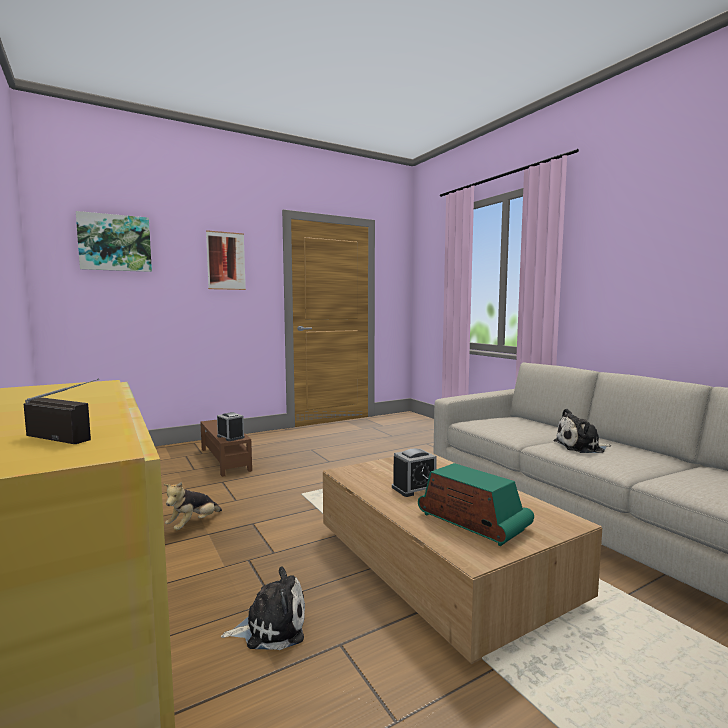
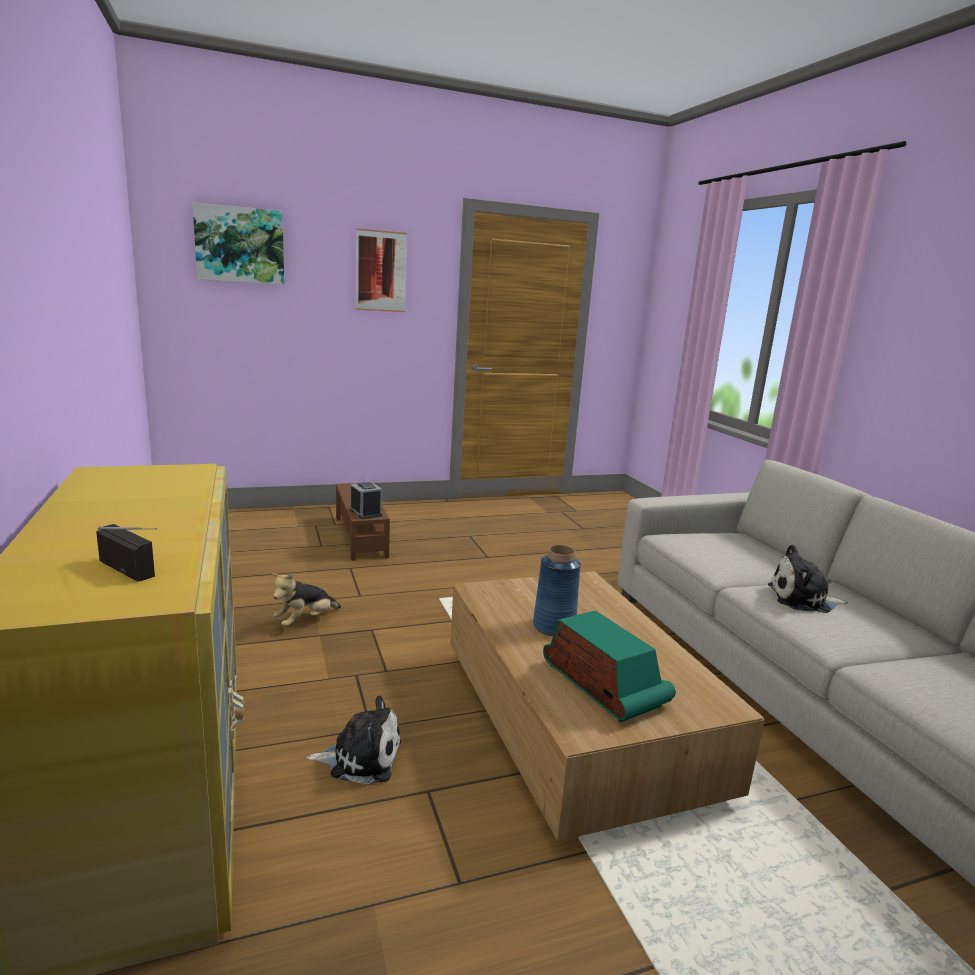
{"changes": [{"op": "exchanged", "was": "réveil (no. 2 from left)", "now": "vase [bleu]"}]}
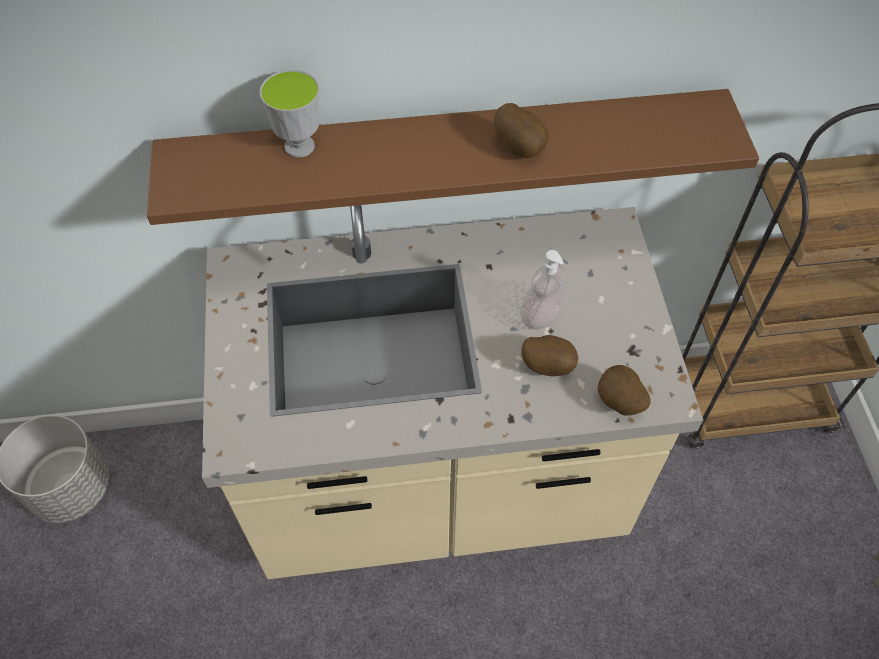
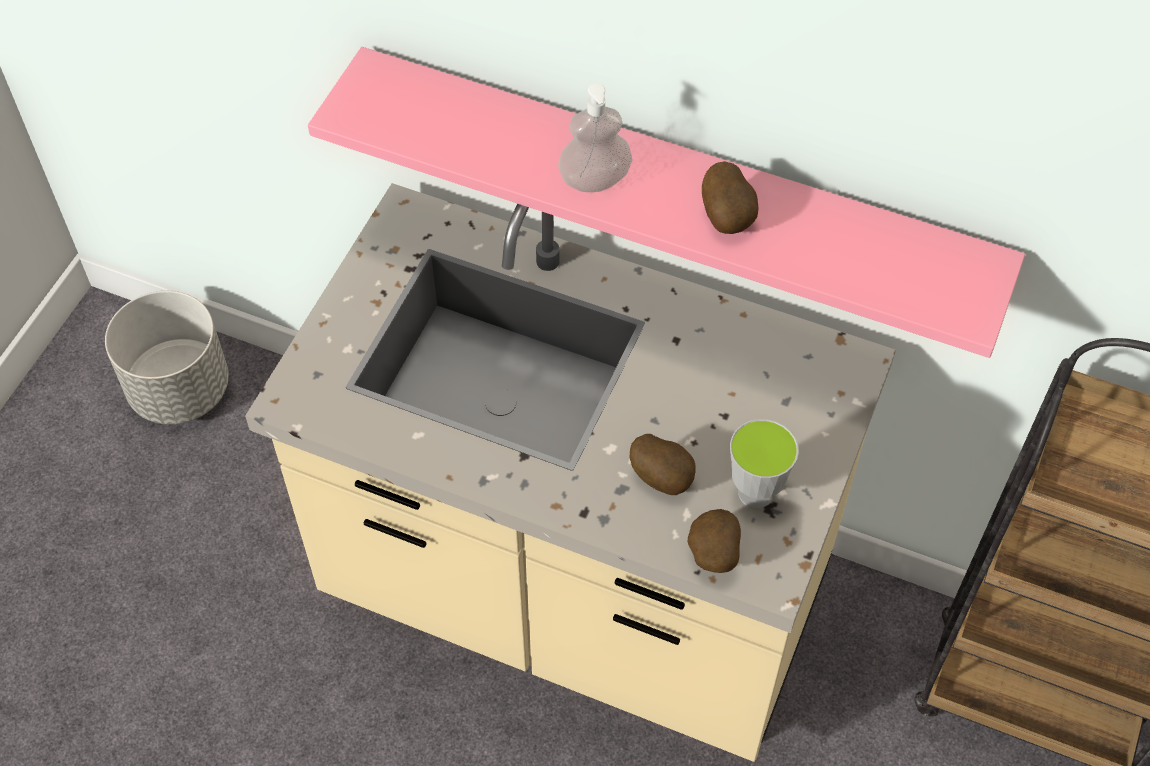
{"changes": [{"op": "colour", "was": "étagère [marron]", "now": "étagère [rose]"}, {"op": "relocated", "was": "tasse"}, {"op": "relocated", "was": "distributeur de savon"}]}
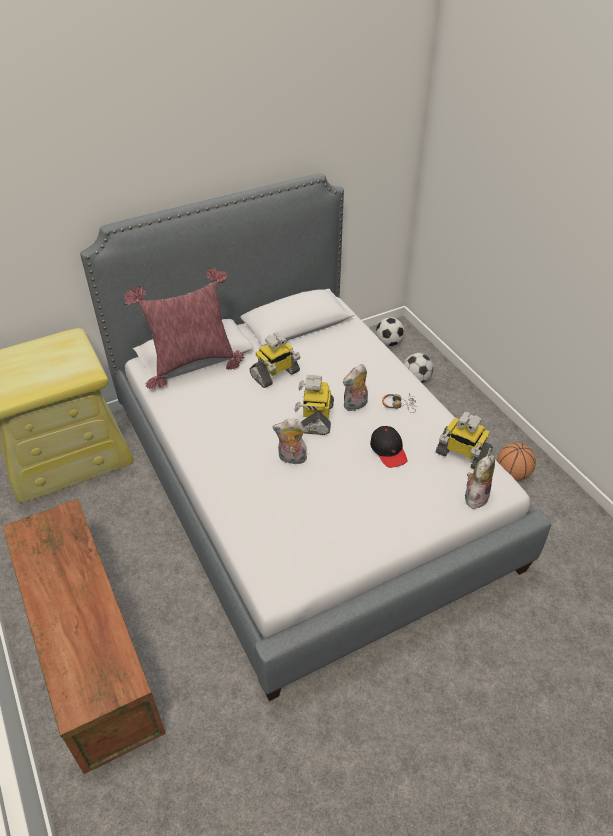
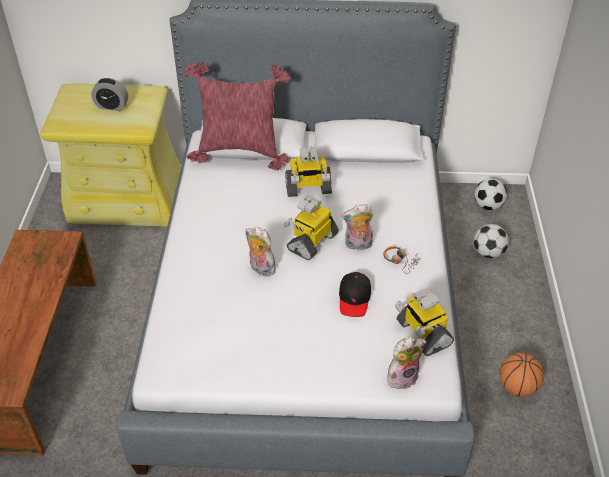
{"changes": [{"op": "appeared", "now": "réveil"}]}
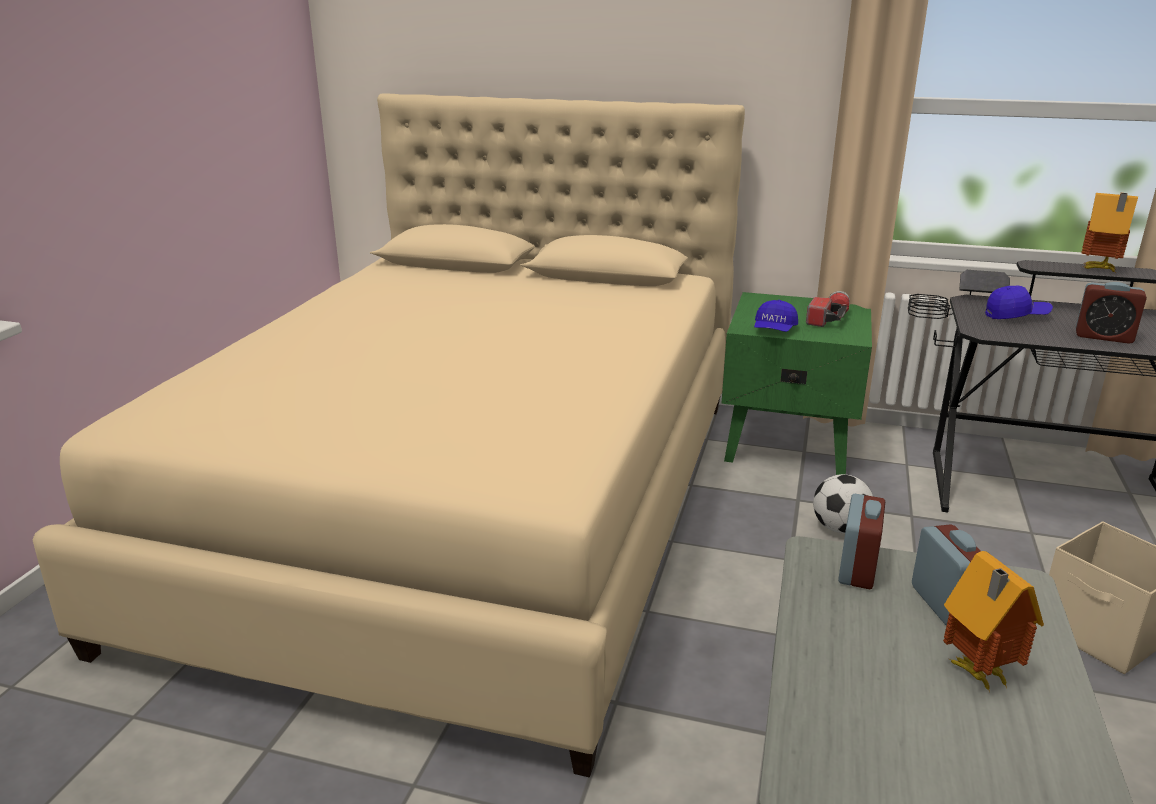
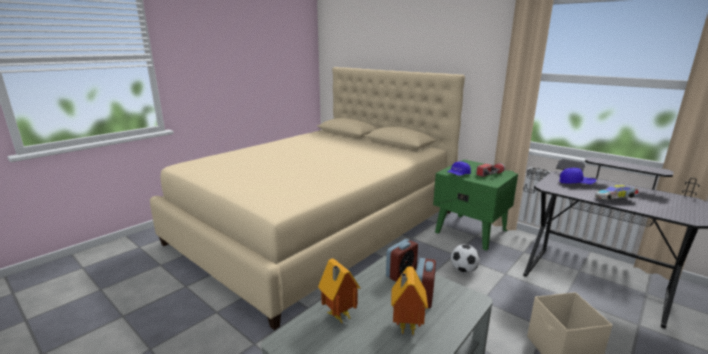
{"changes": [{"op": "exchanged", "was": "réveil (no. 3 from left)", "now": "petite voiture"}, {"op": "relocated", "was": "maison miniature (no. 2 from left in the first image)", "now": "maison miniature (no. 1 from left)"}]}
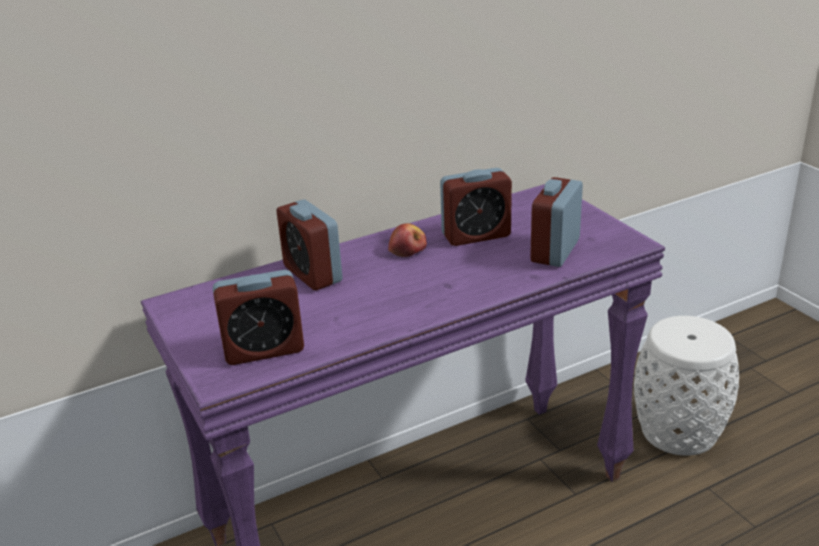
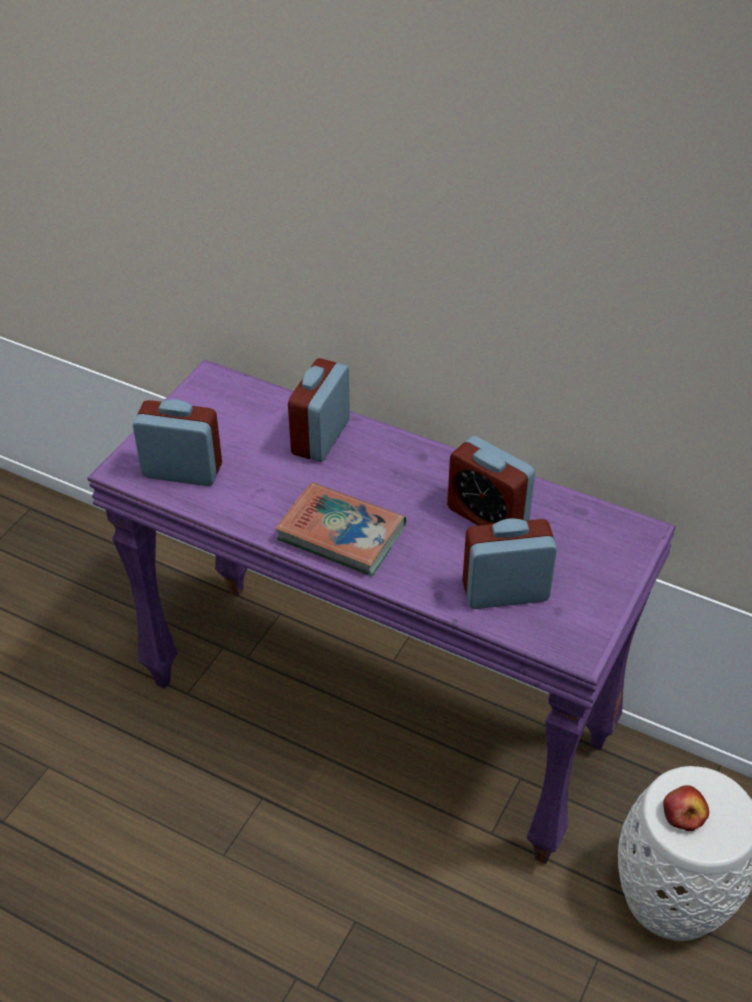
{"changes": [{"op": "spun", "was": "réveil (no. 1 from left)", "clockwise": 150}, {"op": "relocated", "was": "pomme"}, {"op": "appeared", "now": "livre"}]}
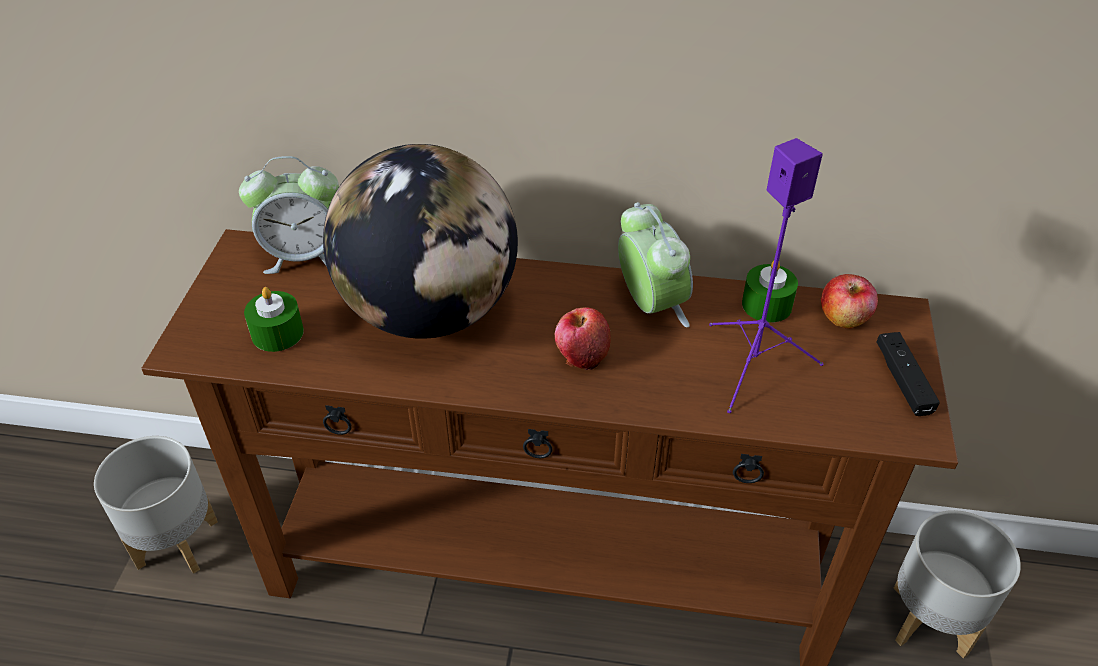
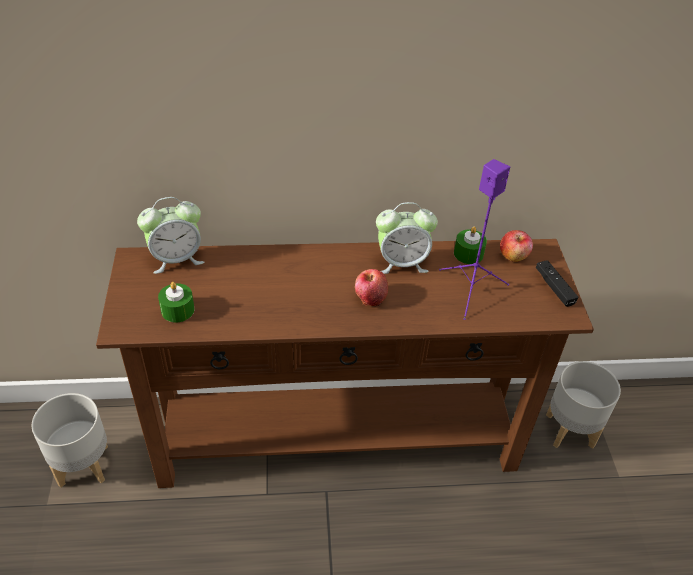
{"changes": [{"op": "missing", "was": "globe"}, {"op": "spun", "was": "réveil (no. 2 from left)", "clockwise": 120}]}
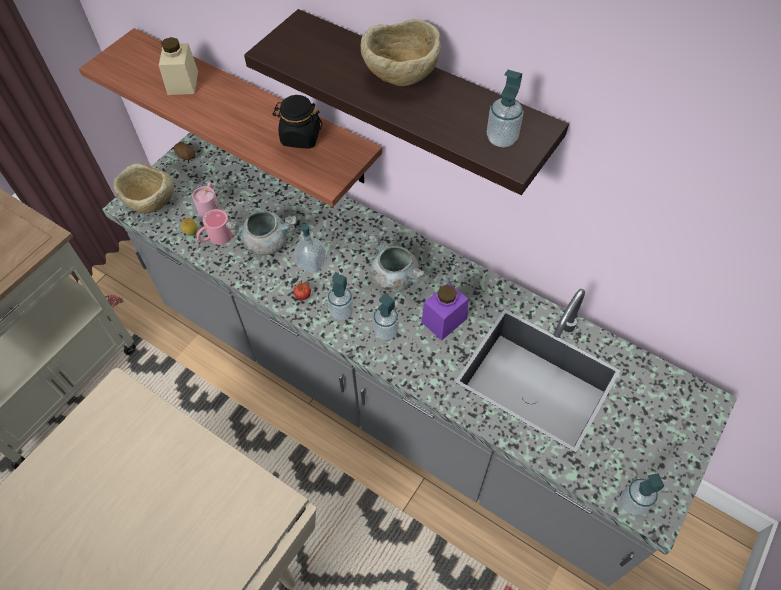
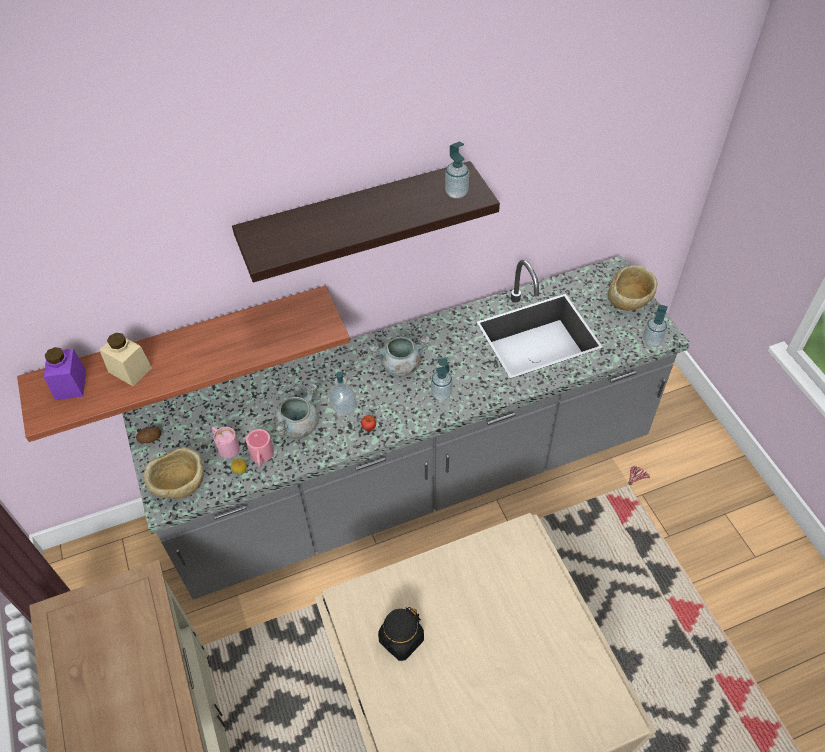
{"changes": [{"op": "relocated", "was": "bocal [noir]"}, {"op": "missing", "was": "distributeur de savon (no. 2 from left)"}, {"op": "relocated", "was": "bol [beige] (no. 2 from left)"}, {"op": "relocated", "was": "bocal [violet]"}]}
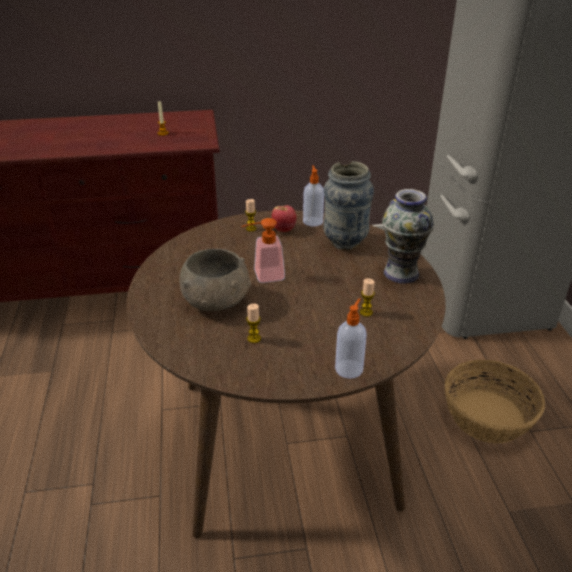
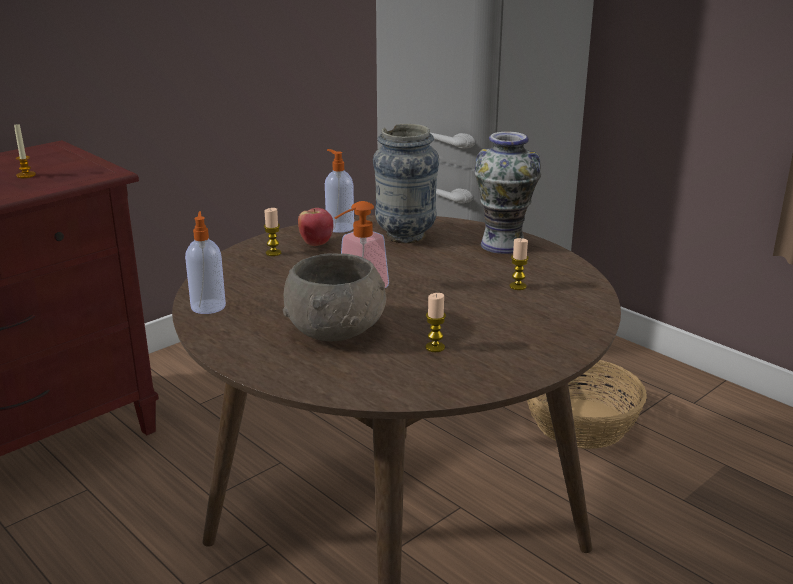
{"changes": [{"op": "relocated", "was": "distributeur de savon (no. 3 from left in the first image)", "now": "distributeur de savon (no. 1 from left)"}]}
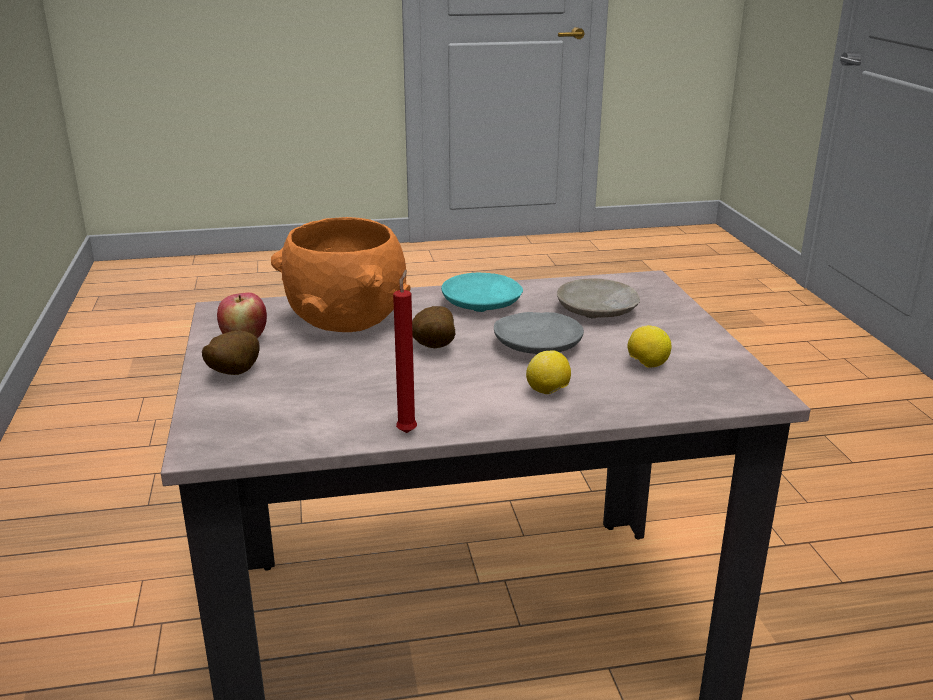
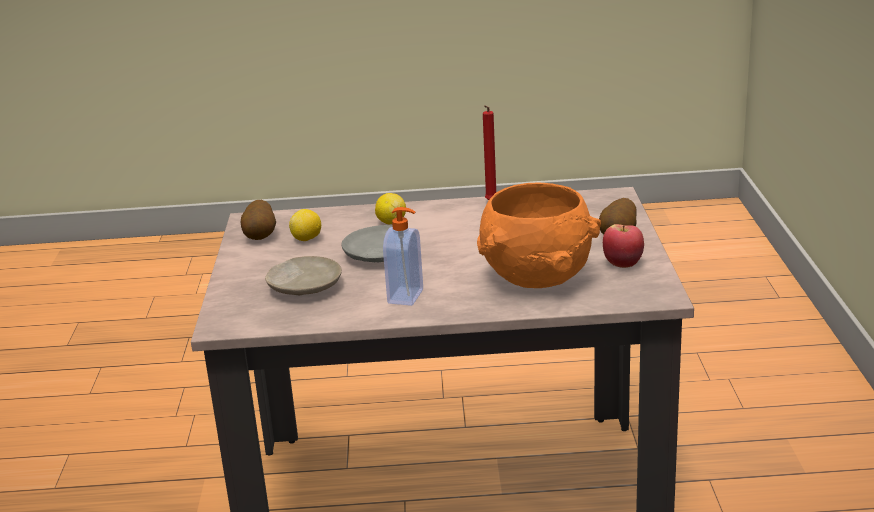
{"changes": [{"op": "relocated", "was": "pomme de terre (no. 2 from left in the first image)", "now": "pomme de terre (no. 1 from left)"}, {"op": "exchanged", "was": "assiette [turquoise]", "now": "distributeur de savon"}]}
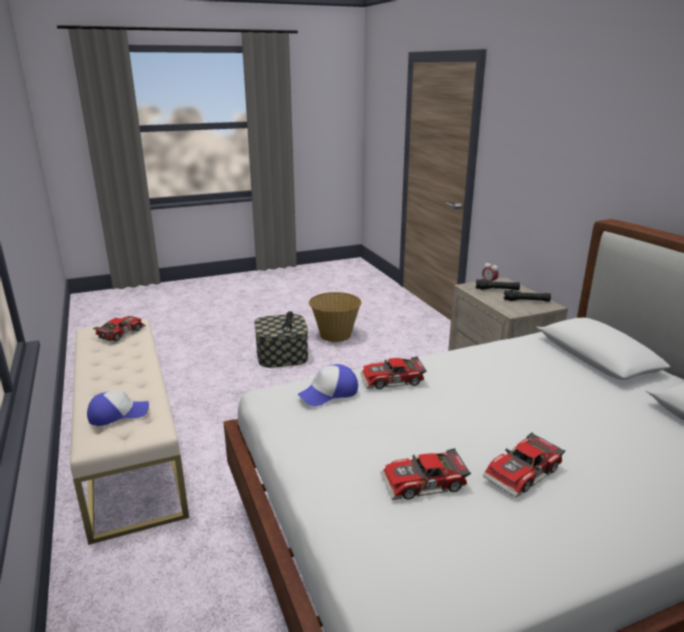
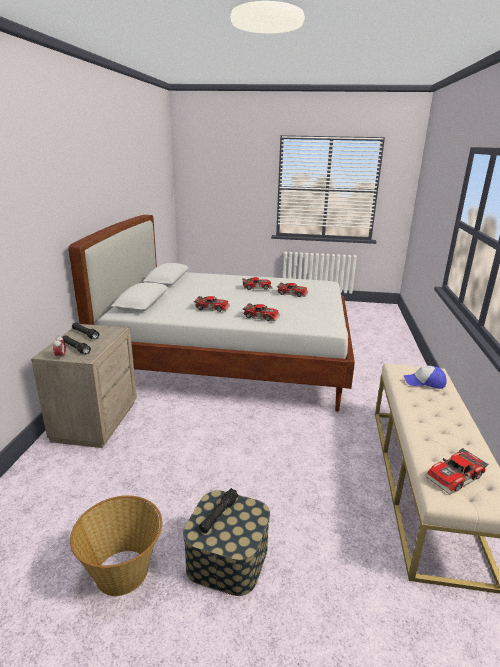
{"changes": [{"op": "missing", "was": "casquette (no. 2 from left)"}, {"op": "appeared", "now": "petite voiture (no. 1 from left)"}]}
